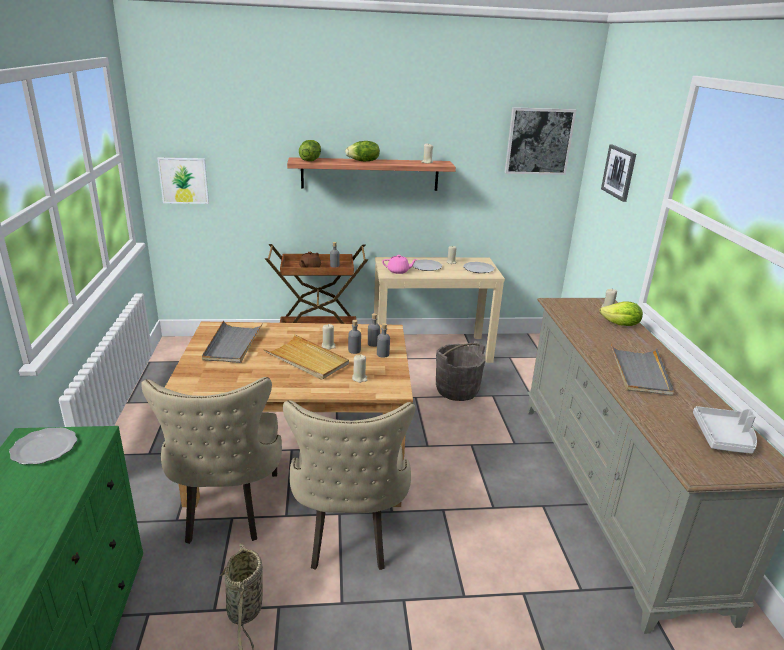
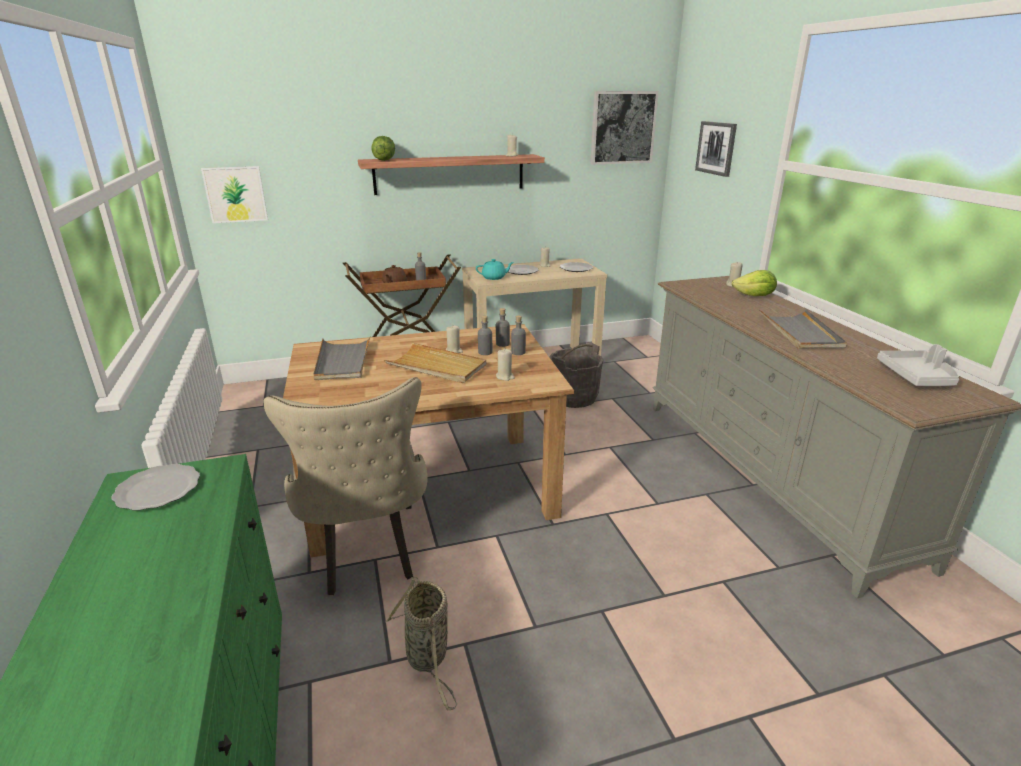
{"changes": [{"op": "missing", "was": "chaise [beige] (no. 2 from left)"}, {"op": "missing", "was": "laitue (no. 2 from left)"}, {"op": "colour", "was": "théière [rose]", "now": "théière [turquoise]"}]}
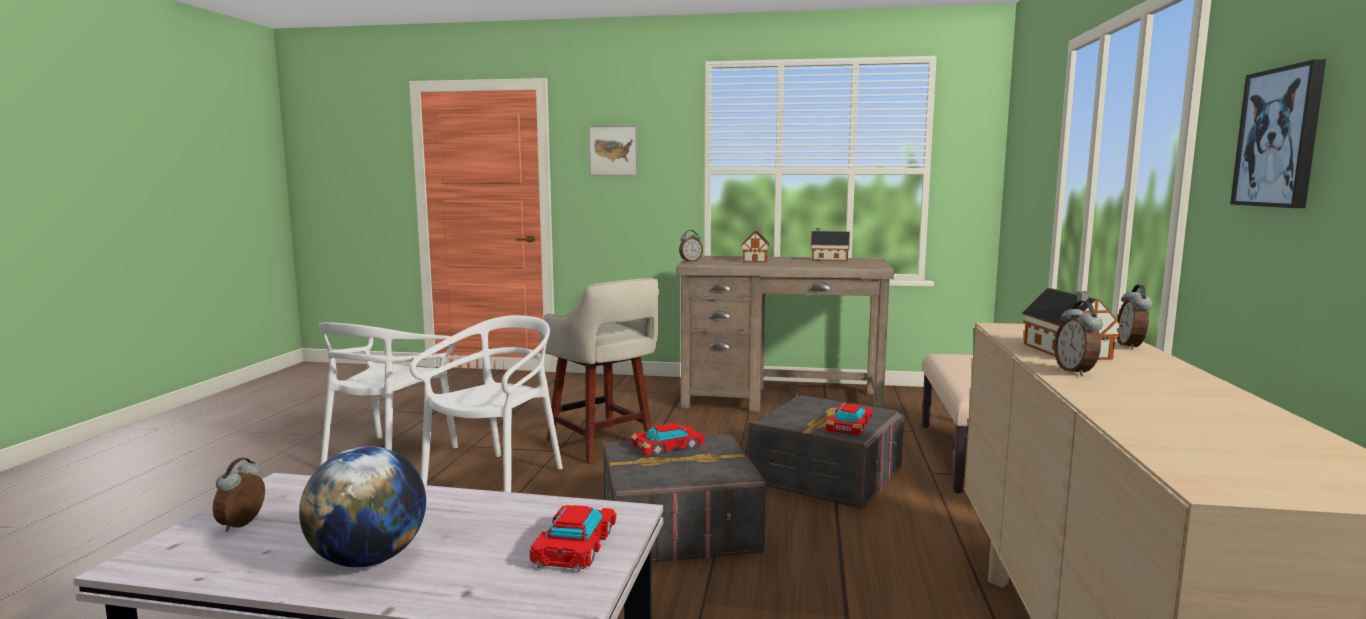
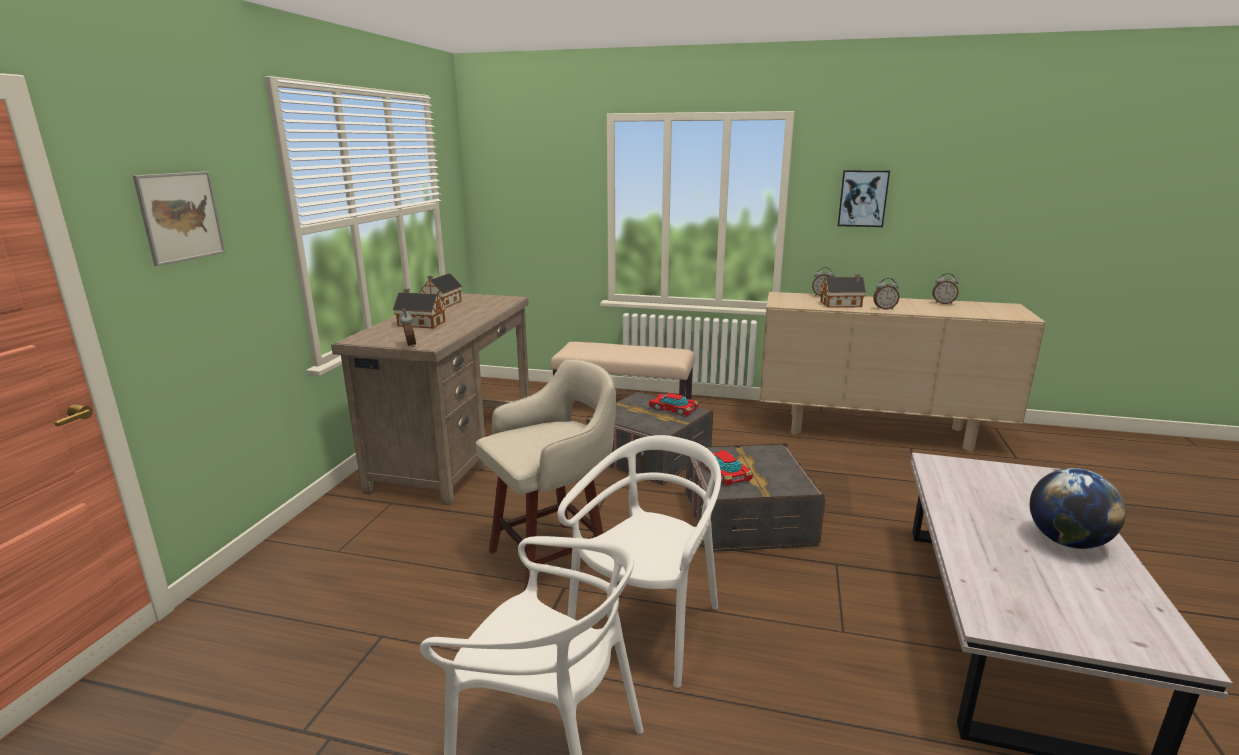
{"changes": [{"op": "relocated", "was": "réveil (no. 1 from left in the first image)", "now": "réveil (no. 4 from left)"}, {"op": "spun", "was": "chaise [blanc] (no. 2 from left)", "clockwise": 90}, {"op": "missing", "was": "petite voiture (no. 1 from left)"}]}
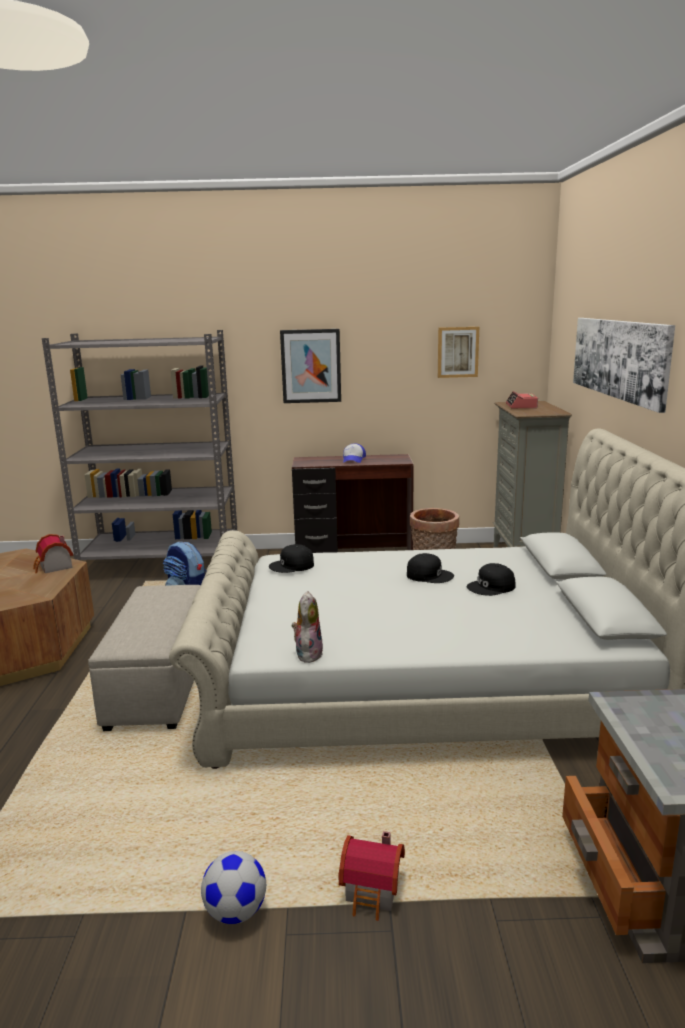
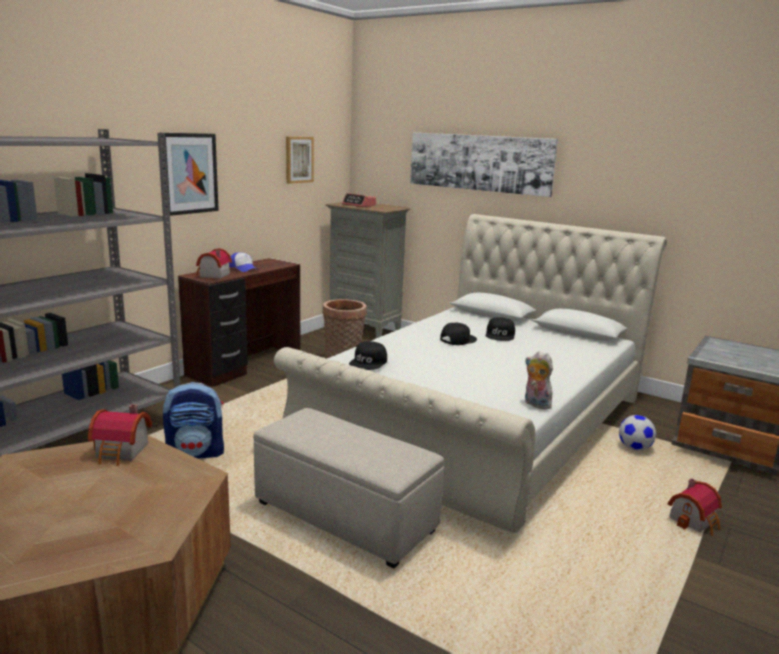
{"changes": [{"op": "relocated", "was": "ballon de foot"}, {"op": "appeared", "now": "maison miniature (no. 2 from left)"}]}
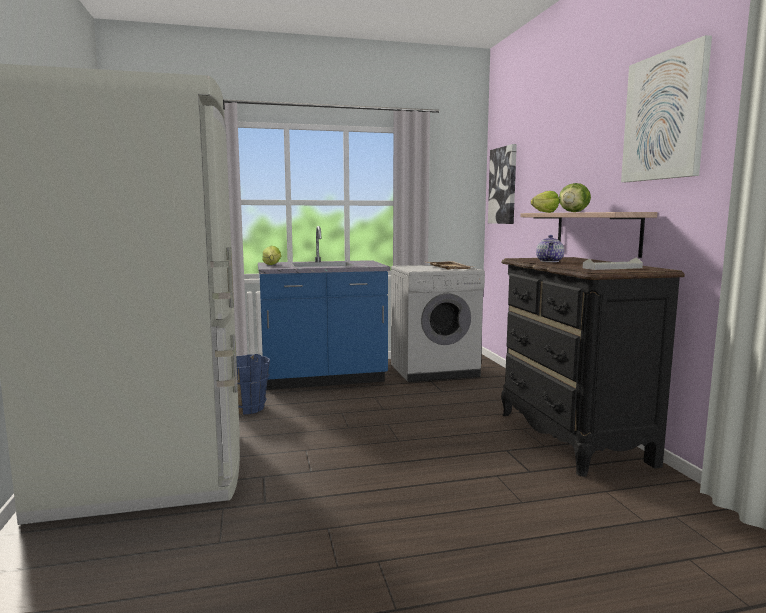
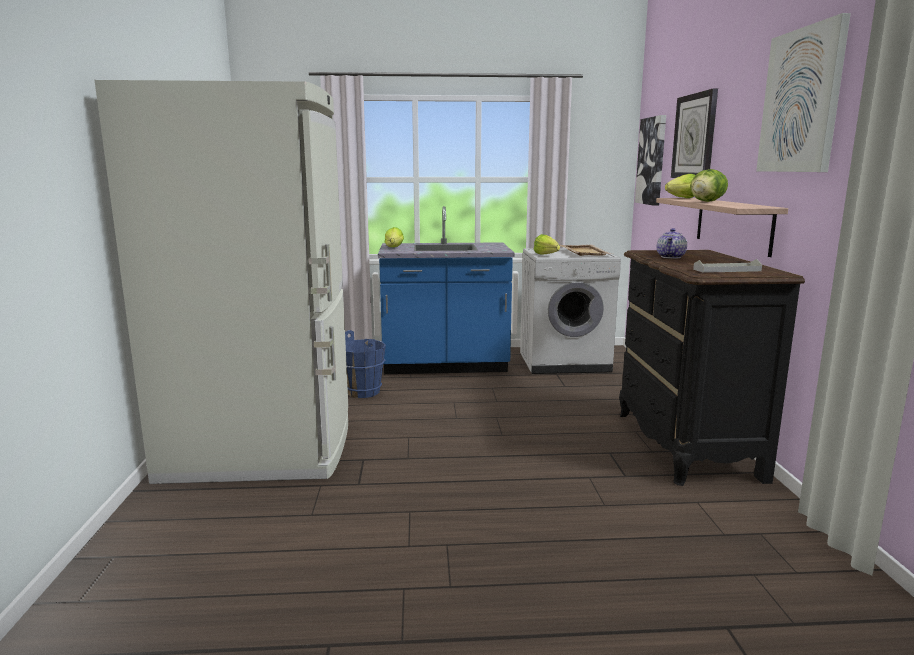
{"changes": [{"op": "appeared", "now": "laitue (no. 2 from left)"}, {"op": "appeared", "now": "horloge murale"}]}
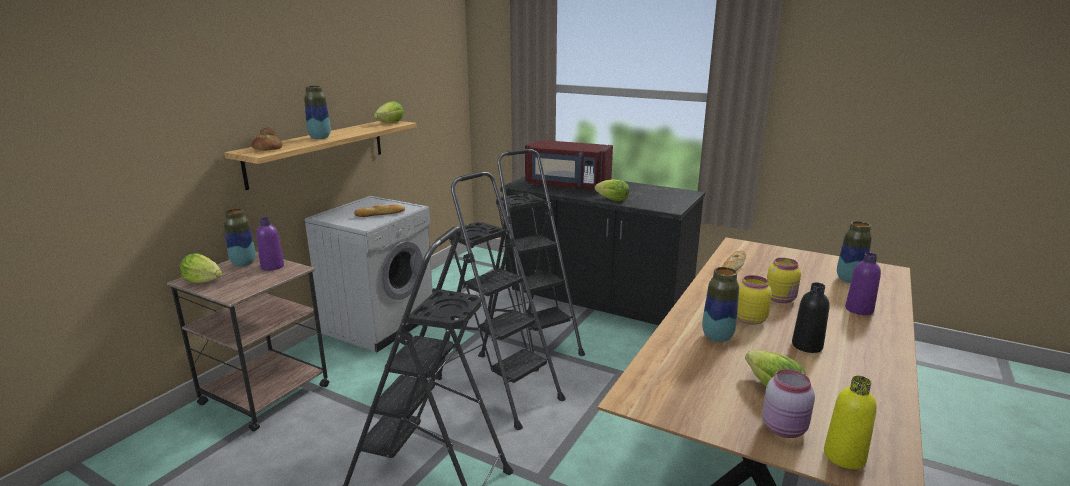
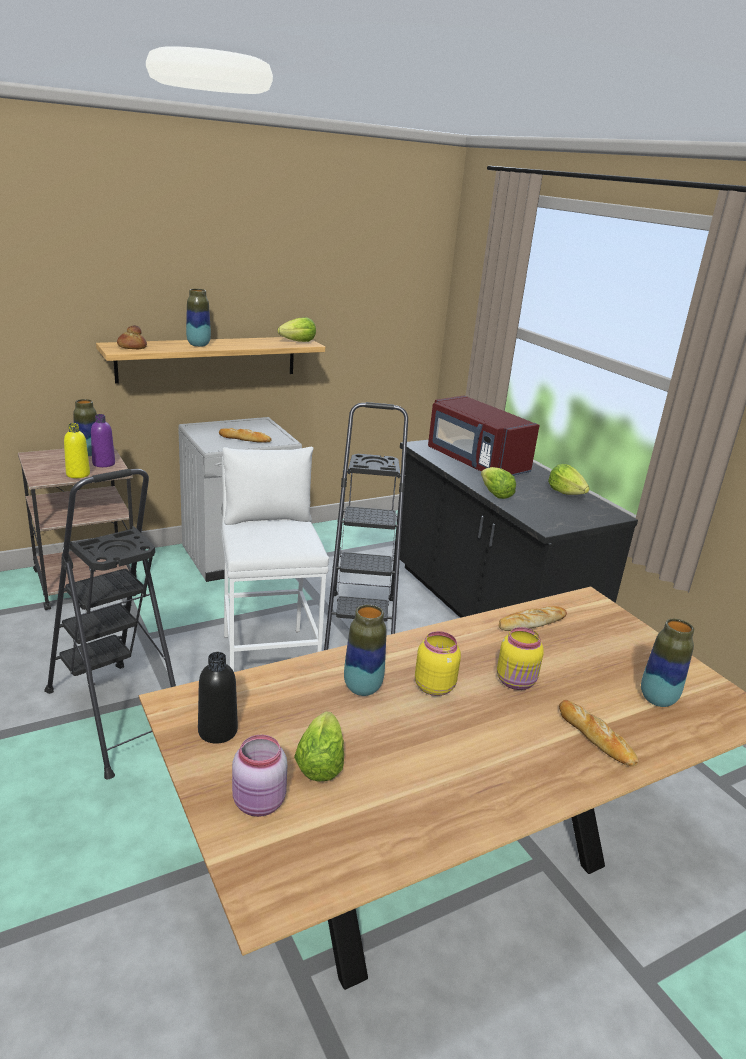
{"changes": [{"op": "relocated", "was": "laitue (no. 1 from left in the first image)", "now": "laitue (no. 4 from left)"}, {"op": "exchanged", "was": "escabeau (no. 2 from left)", "now": "tabouret [blanc]"}, {"op": "relocated", "was": "bouteille [noir]"}, {"op": "relocated", "was": "bouteille [jaune]"}, {"op": "exchanged", "was": "bouteille [violet] (no. 2 from left)", "now": "pain (no. 4 from left)"}]}
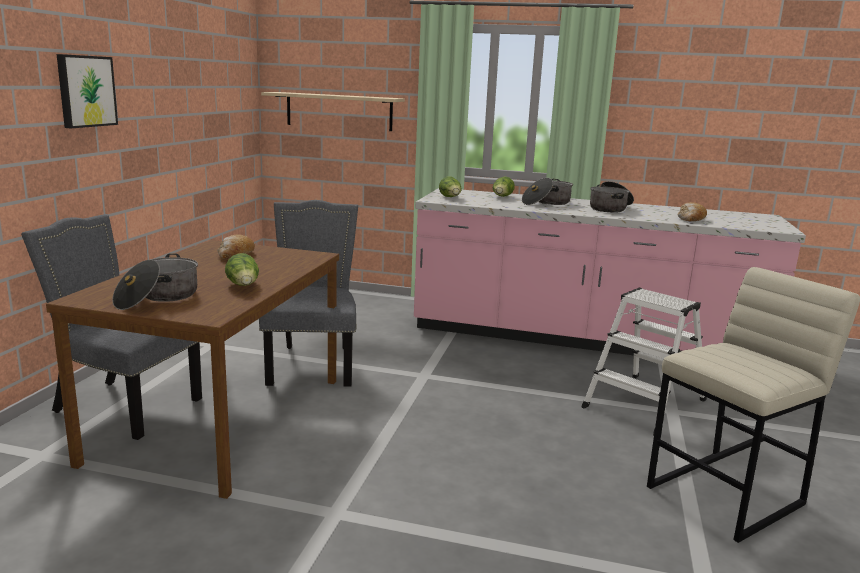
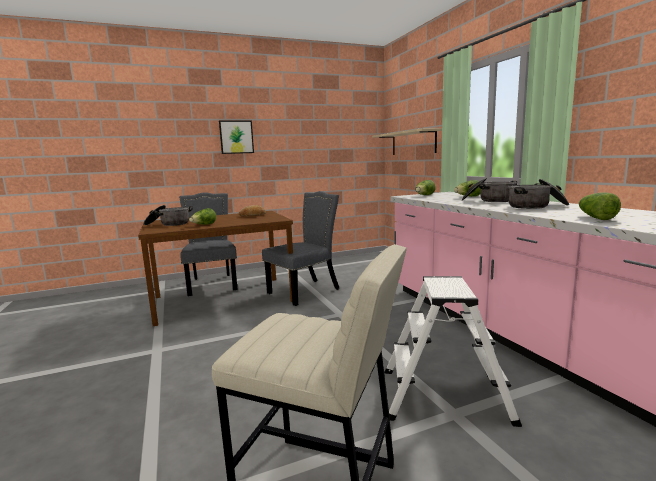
{"changes": [{"op": "exchanged", "was": "pain (no. 2 from left)", "now": "laitue (no. 4 from left)"}]}
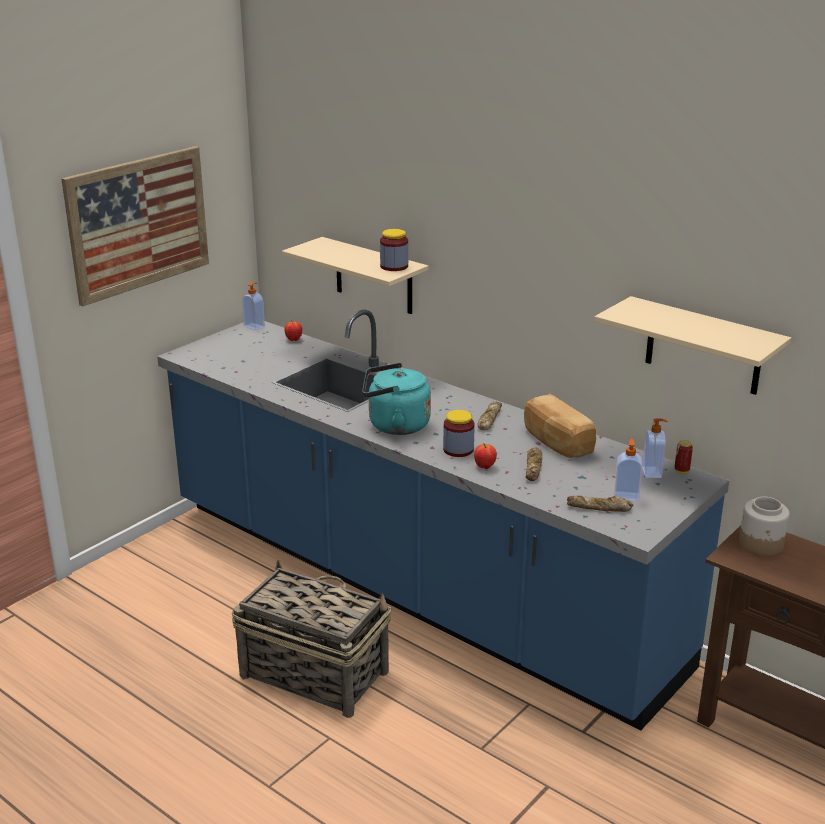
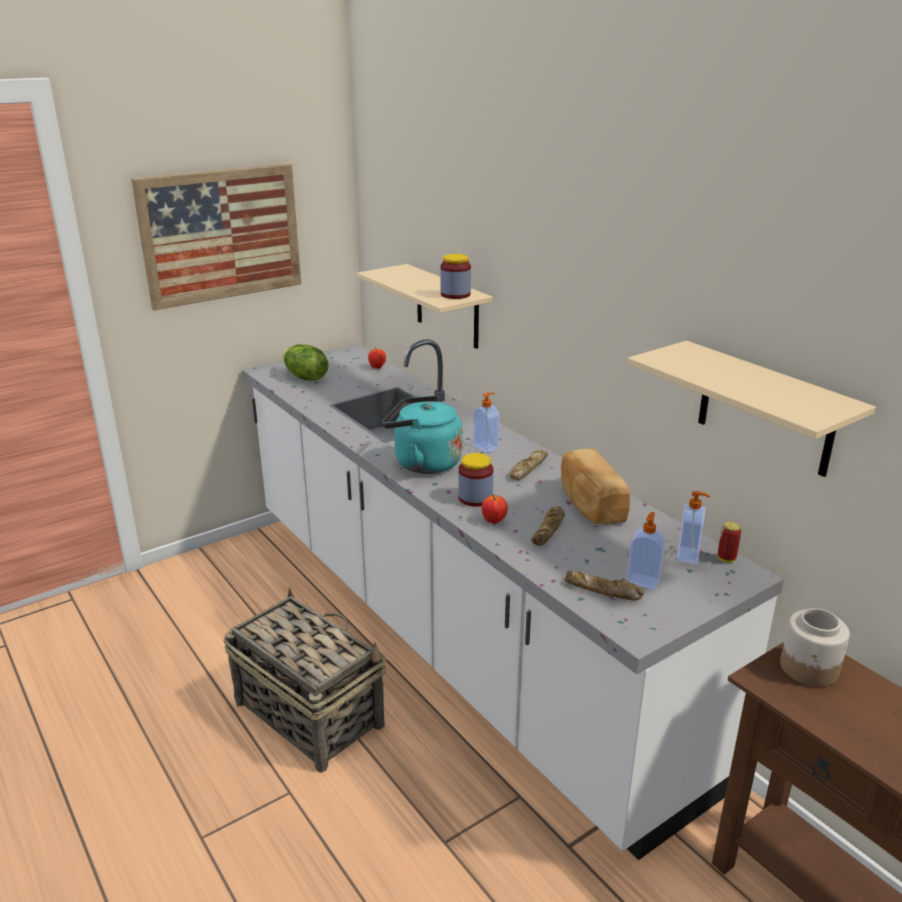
{"changes": [{"op": "colour", "was": "comptoir de cuisine [bleu]", "now": "comptoir de cuisine [blanc]"}, {"op": "relocated", "was": "distributeur de savon (no. 1 from left)"}, {"op": "appeared", "now": "laitue"}]}
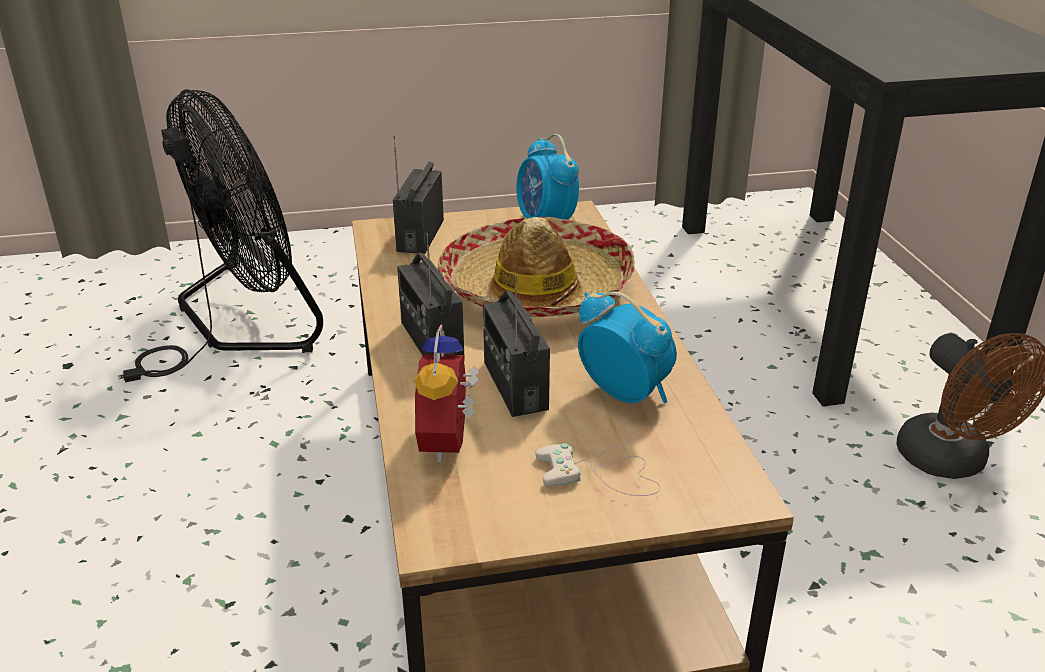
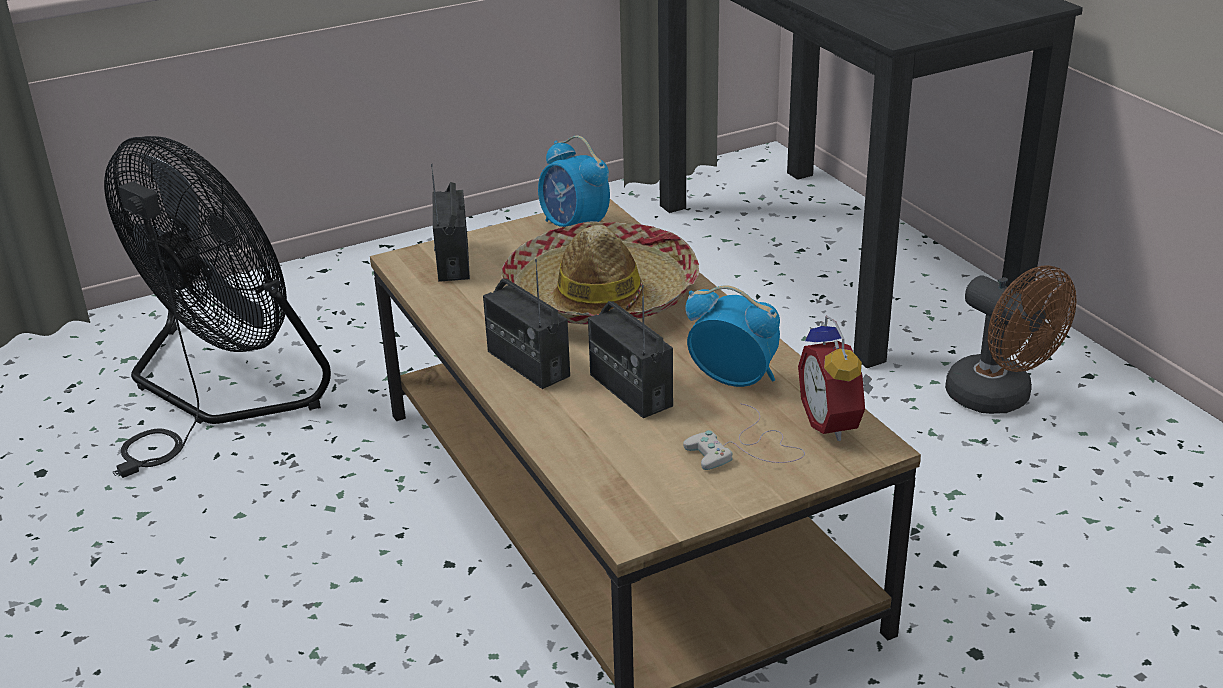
{"changes": [{"op": "relocated", "was": "réveil (no. 1 from left in the first image)", "now": "réveil (no. 3 from left)"}]}
